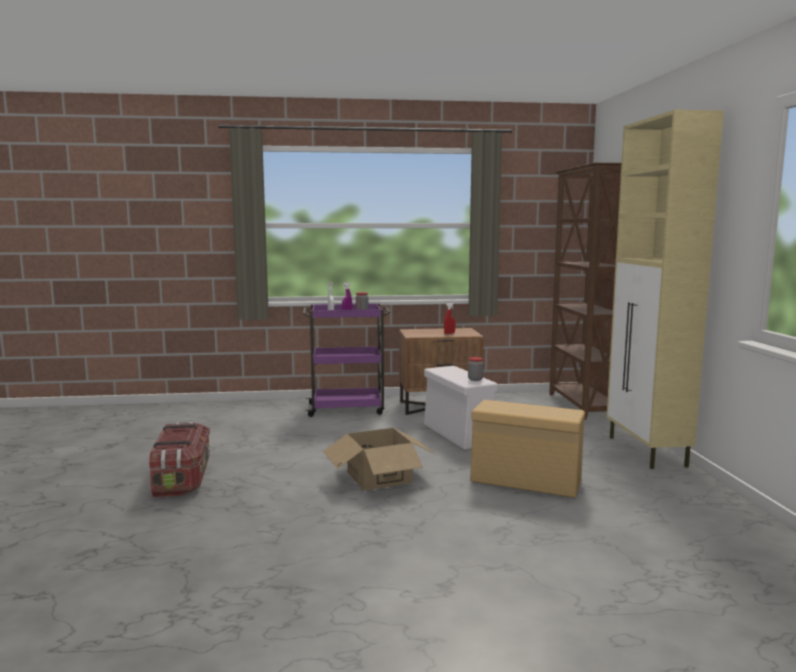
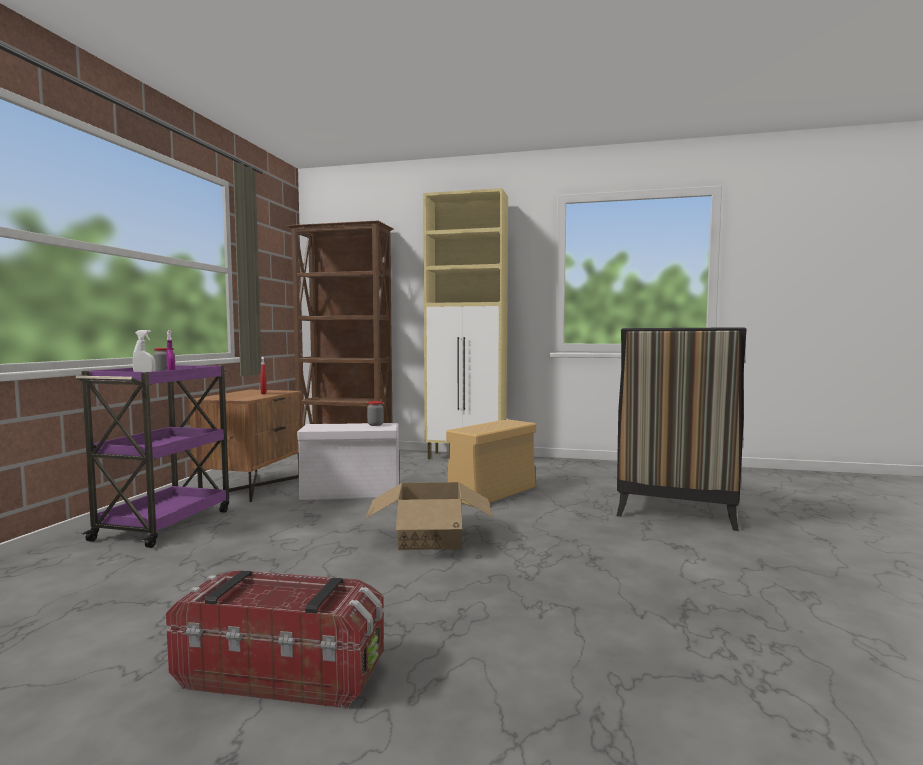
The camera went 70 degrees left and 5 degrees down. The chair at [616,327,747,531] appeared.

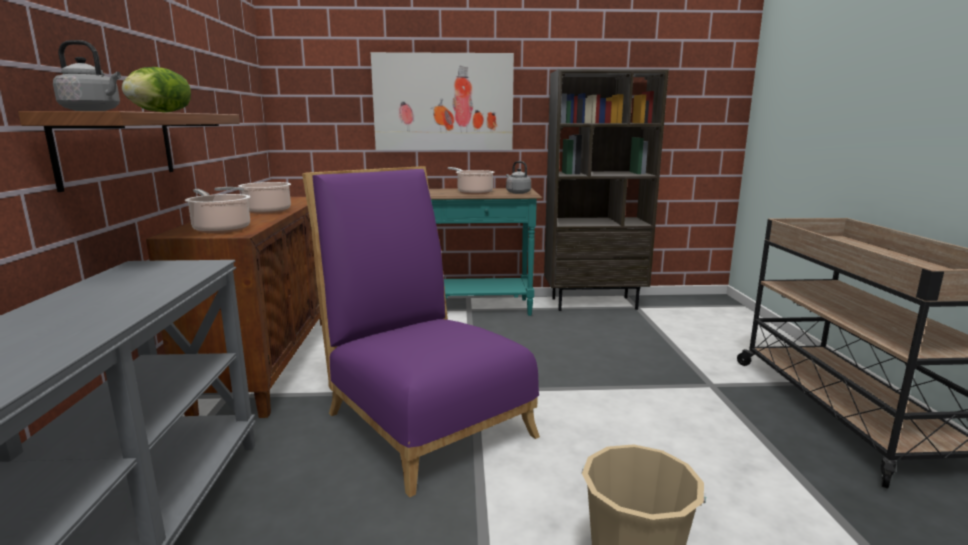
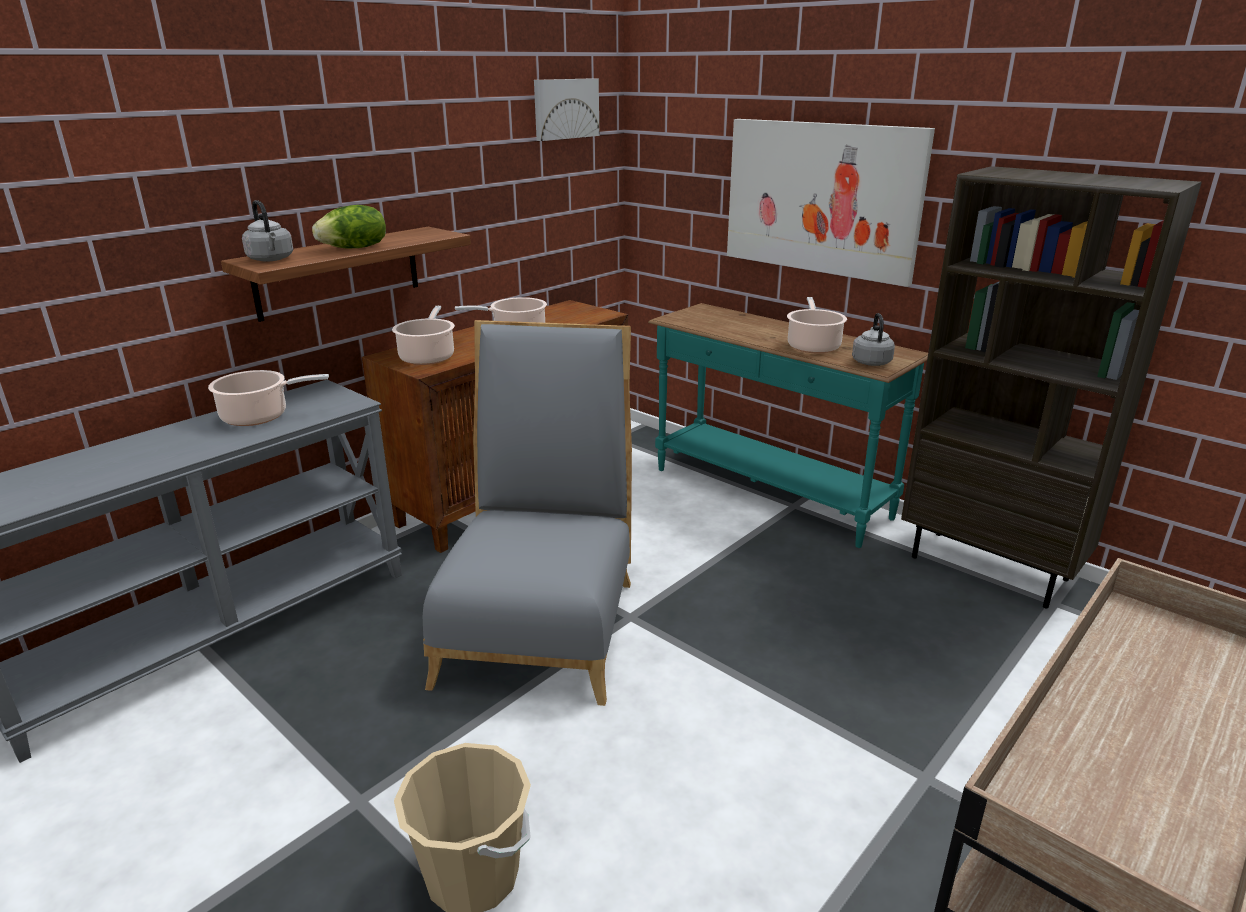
The camera went 45 degrees right and 10 degrees up. The purple chair at [302,166,540,497] became the grey chair at [423,320,632,706]. The picture at [534,78,599,141] appeared. The cooking pot at [208,370,329,426] appeared.

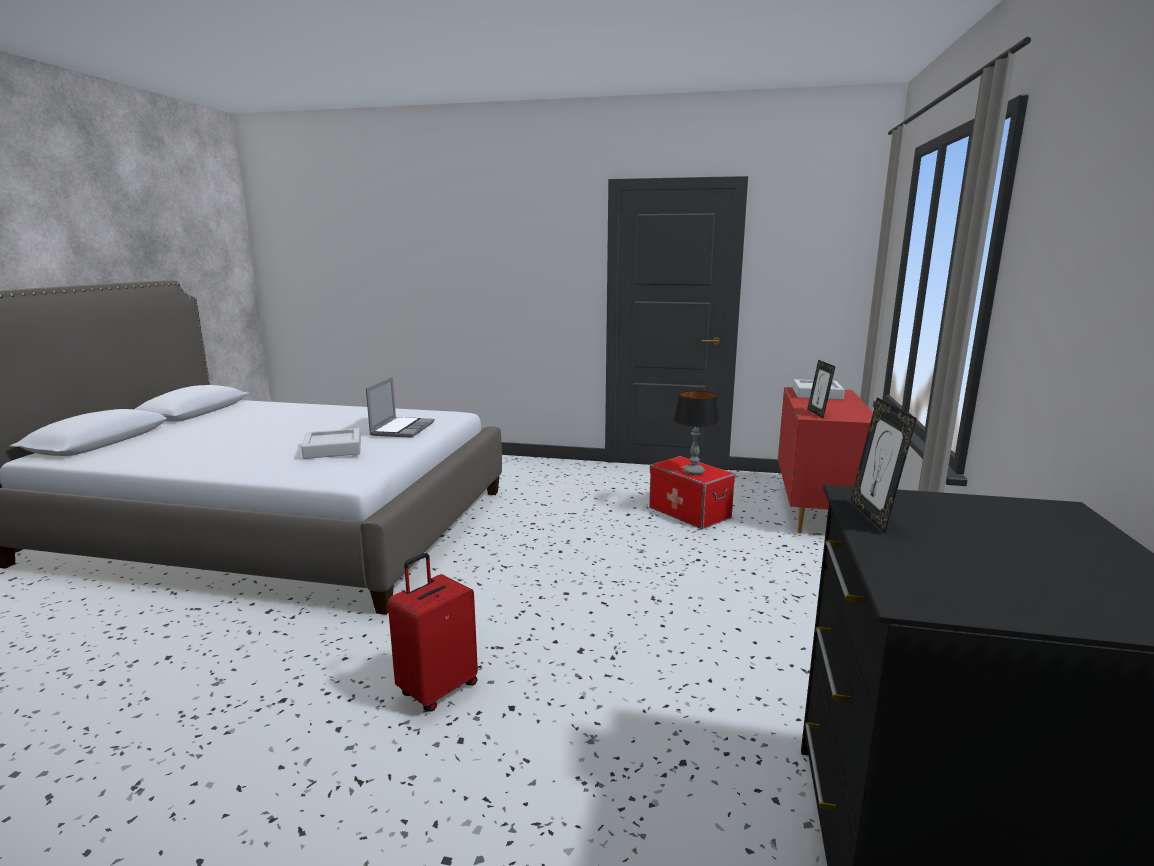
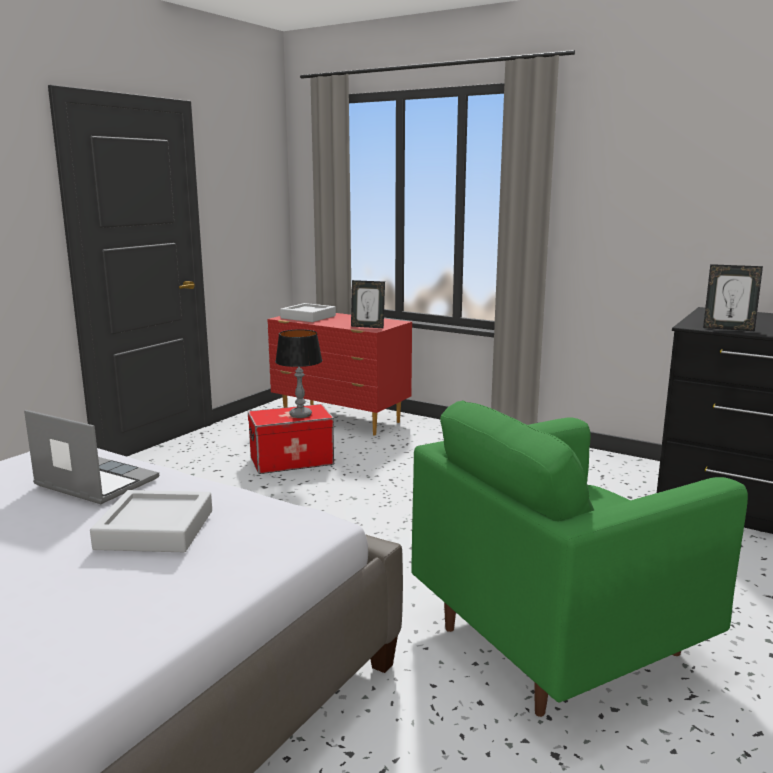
The camera went 70 degrees left and 0 degrees up. The red suitcase at [388,553,478,712] was replaced by the green armchair at [411,401,748,717].

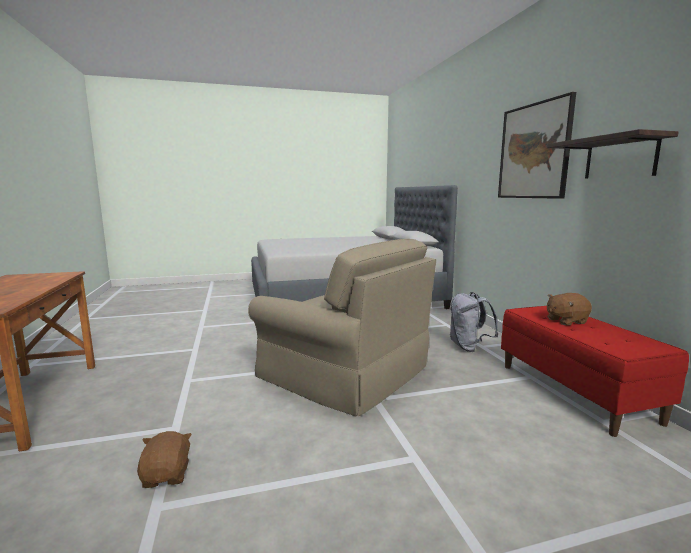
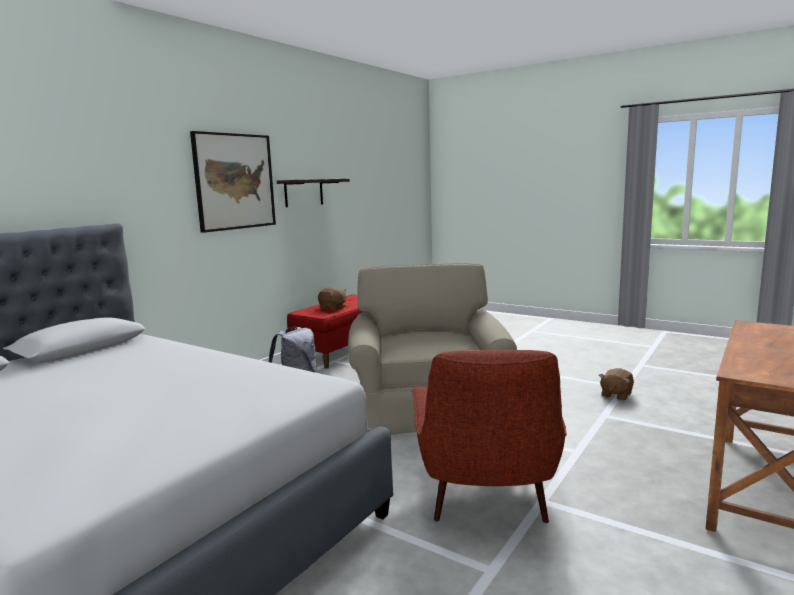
The camera went 130 degrees left and 0 degrees up. The red armchair at [411,350,567,523] appeared.

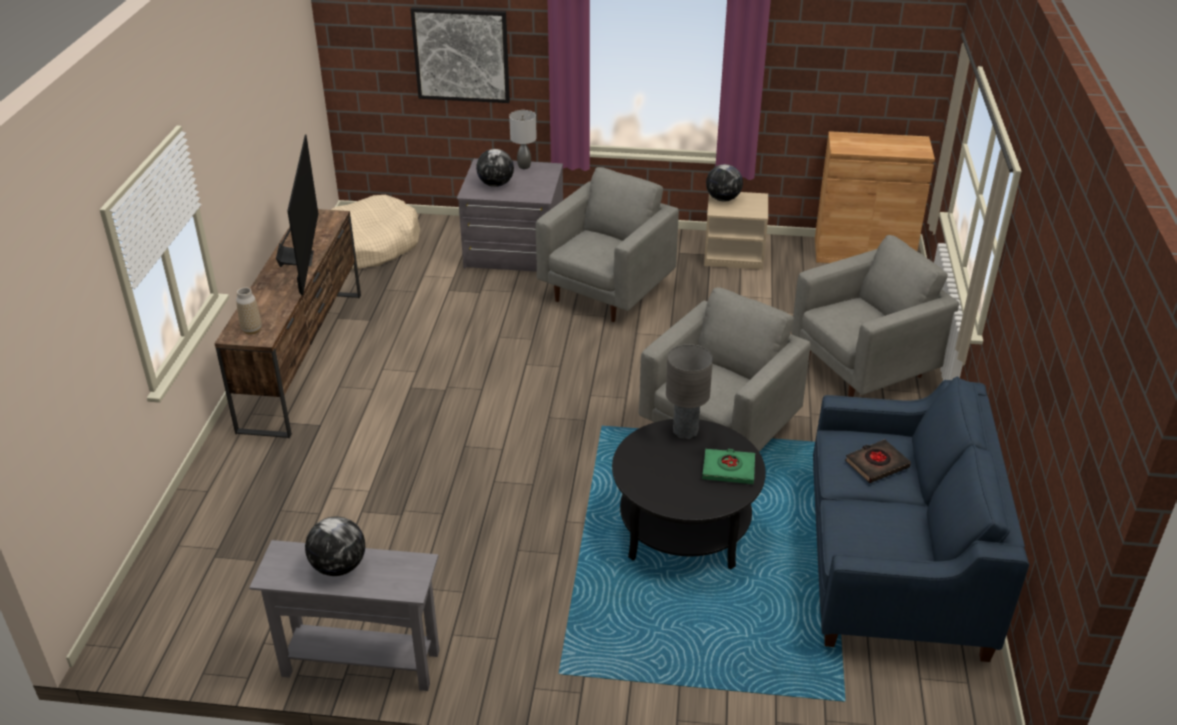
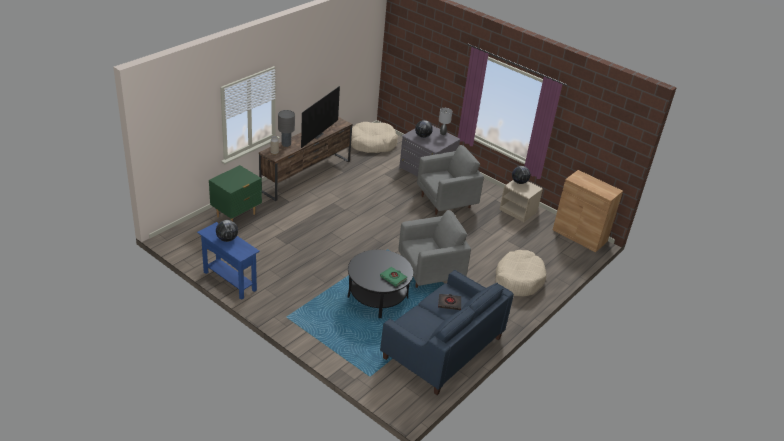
The camera went 30 degrees right and 0 degrees up. The picture at [410,7,510,103] disappeared. The grey armchair at [791,235,959,397] was replaced by the beige dog bed at [495,250,546,296]. The grey table lamp moved from [666,344,713,439] to [278,110,295,147]. The grey console table at [249,540,439,691] became the blue console table at [197,222,260,300]. The green nightstand at [209,165,262,221] appeared.

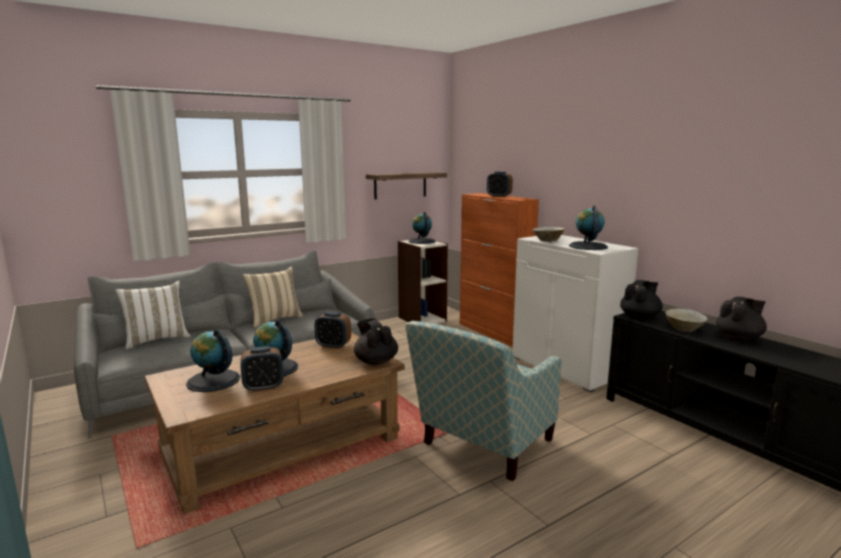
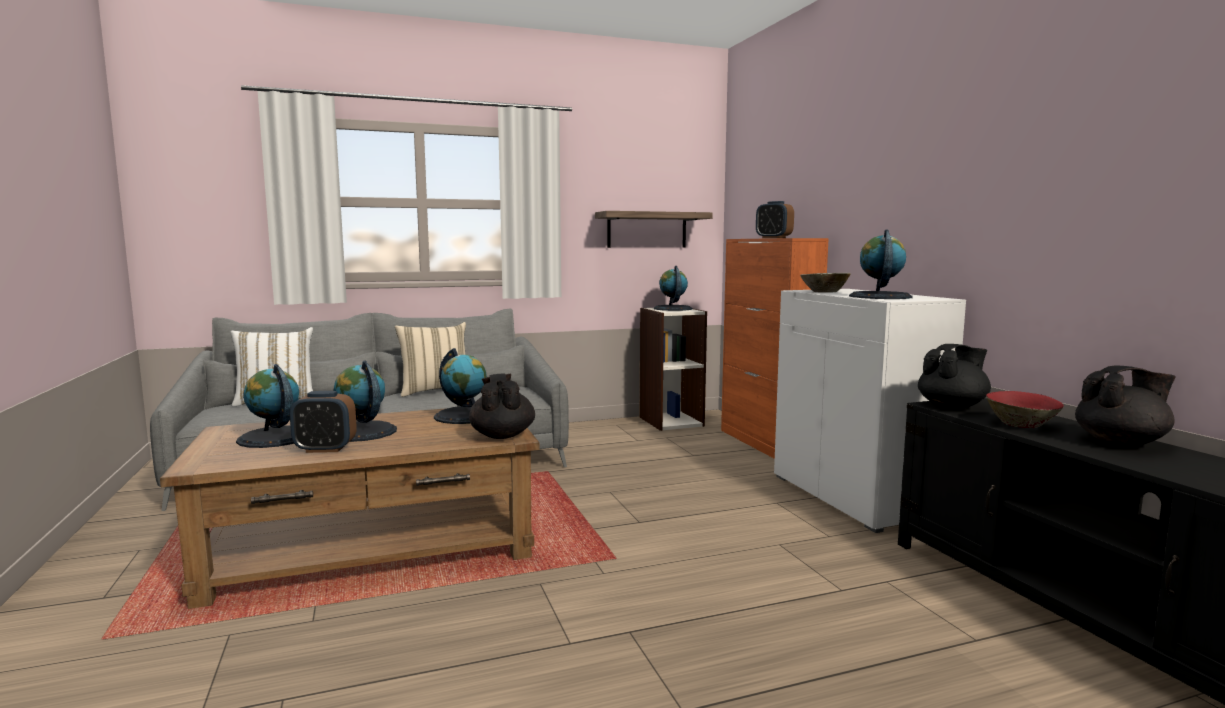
The camera went 15 degrees right and 5 degrees down. The beige bowl at [665,309,708,332] became the red bowl at [986,391,1064,428]. The alarm clock at [314,312,351,349] was replaced by the globe at [434,348,487,424]. The armchair at [406,321,561,481] disappeared.

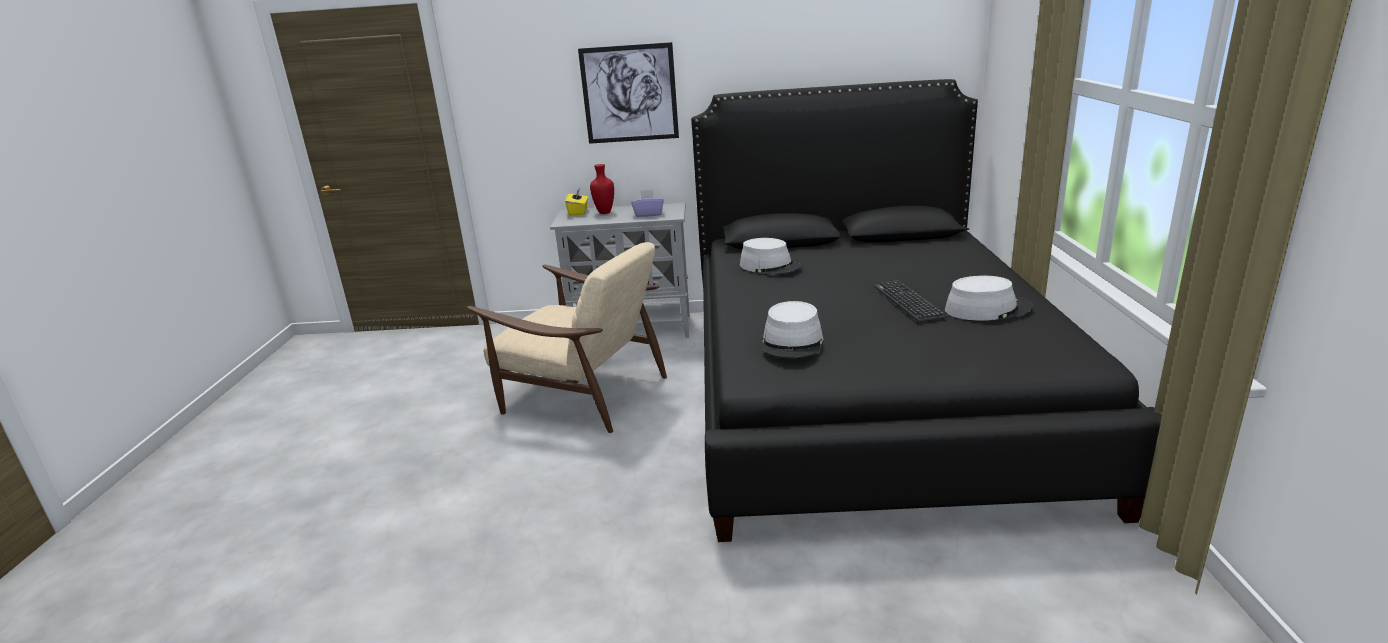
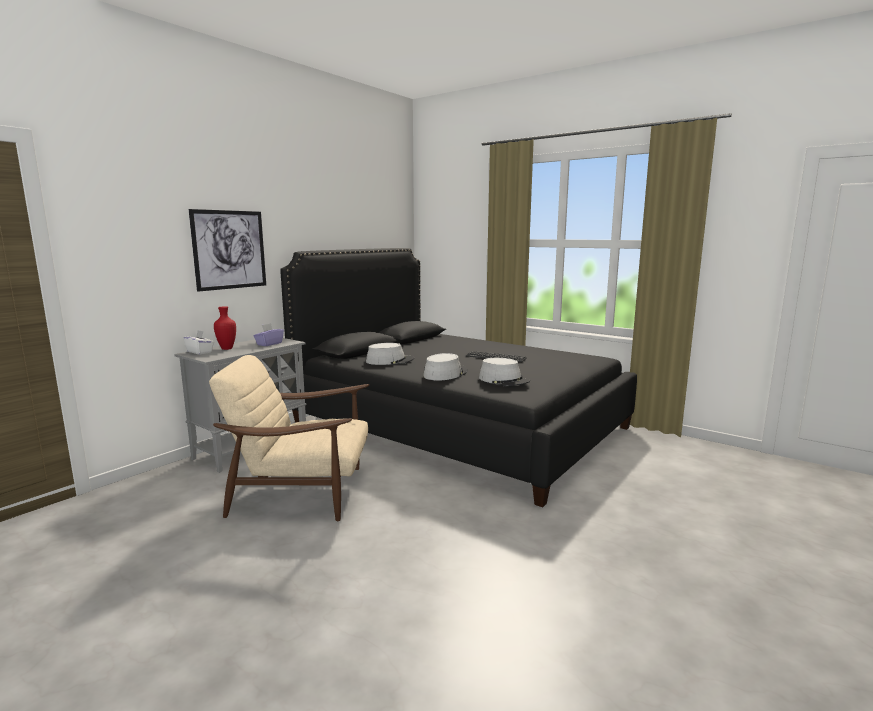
The camera went 55 degrees left and 10 degrees down. The yellow tissue box at [565,188,588,216] became the white tissue box at [183,330,214,355]. The beige armchair at [467,242,667,433] turned 150 degrees counterclockwise. The grey hat moved from [945,276,1033,321] to [424,353,467,381].

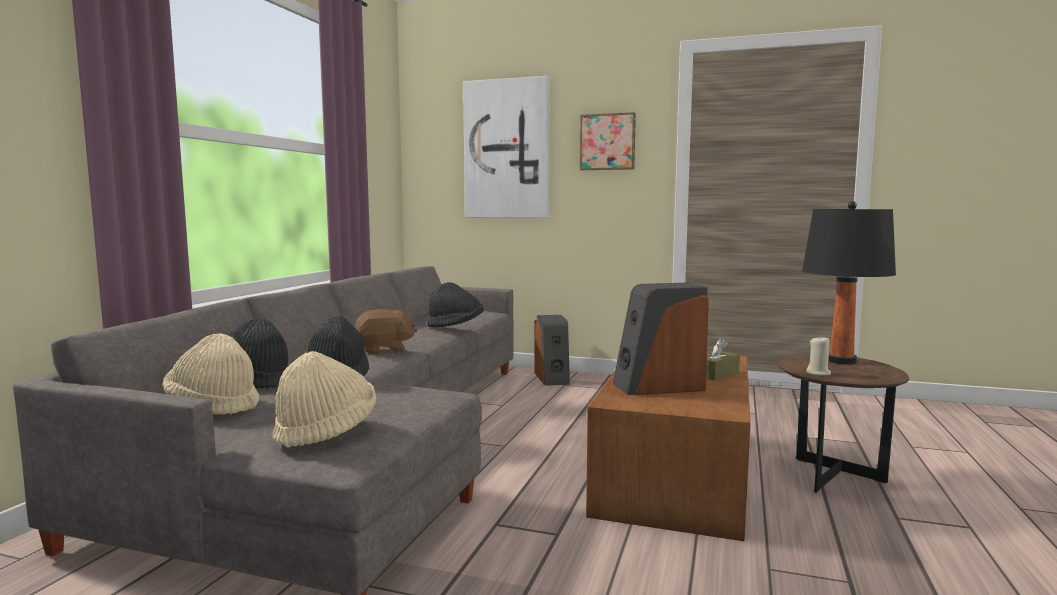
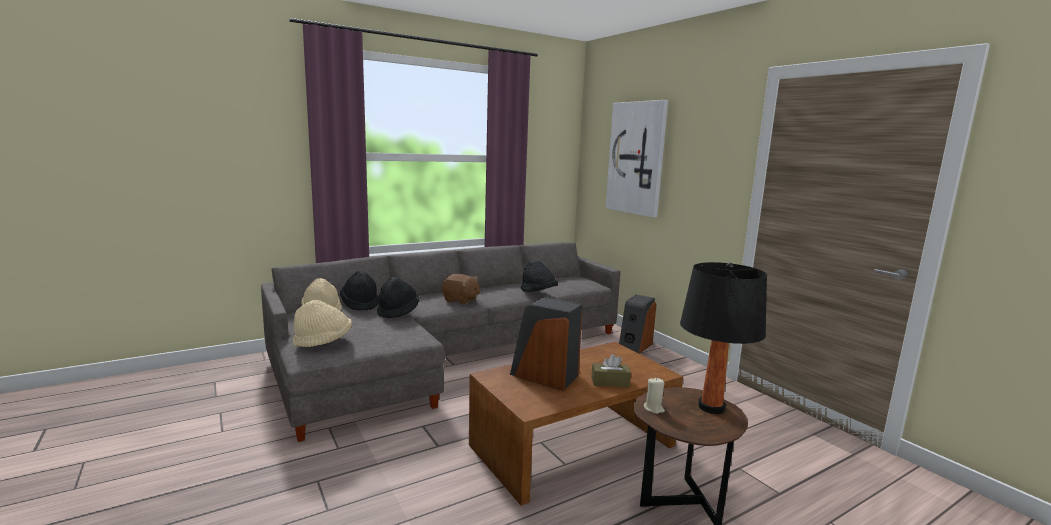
The camera went 40 degrees right and 5 degrees up. The picture at [580,112,636,170] disappeared.

